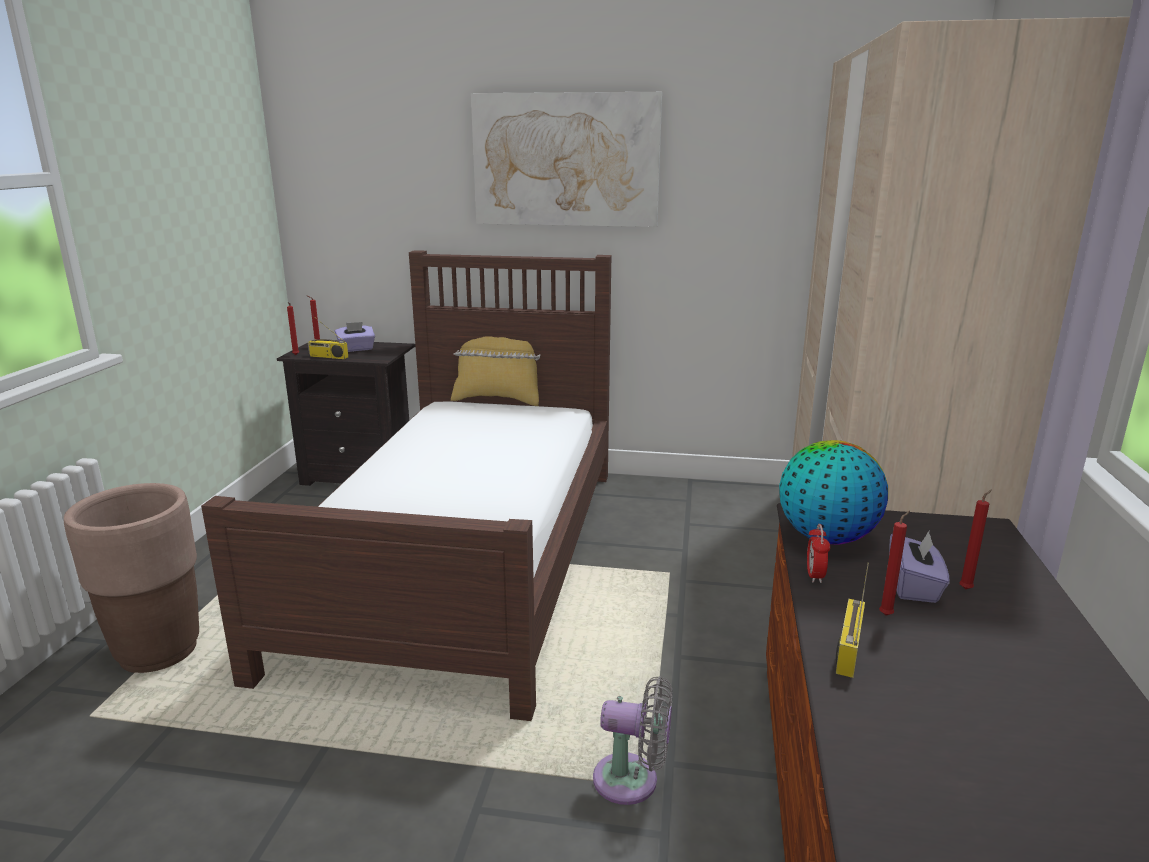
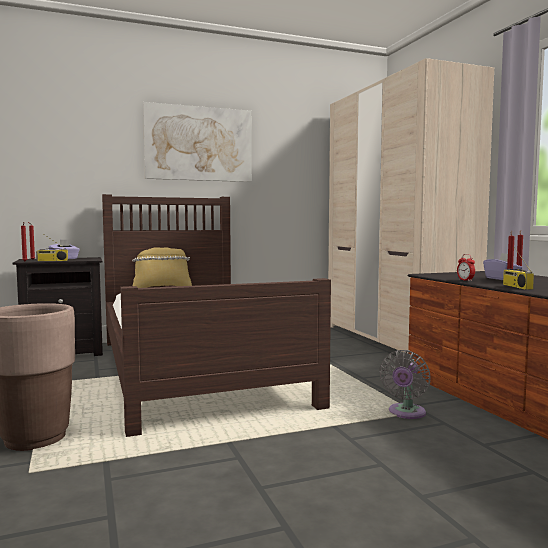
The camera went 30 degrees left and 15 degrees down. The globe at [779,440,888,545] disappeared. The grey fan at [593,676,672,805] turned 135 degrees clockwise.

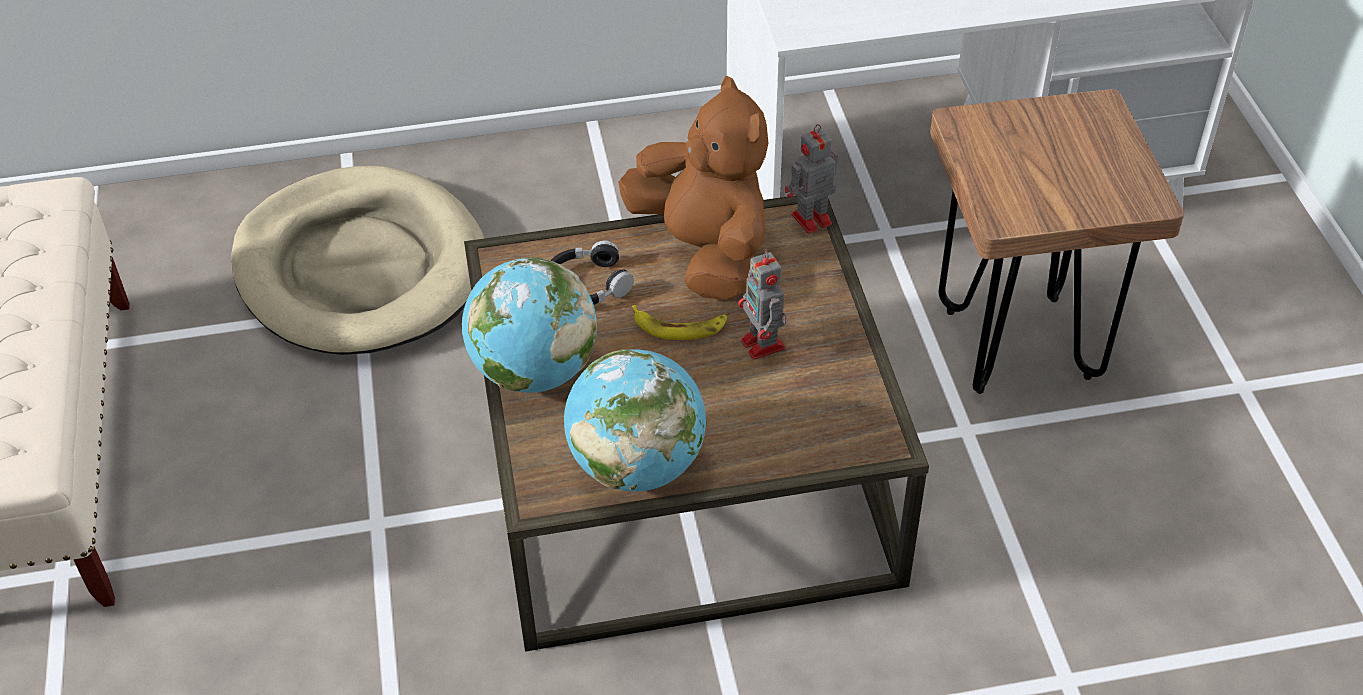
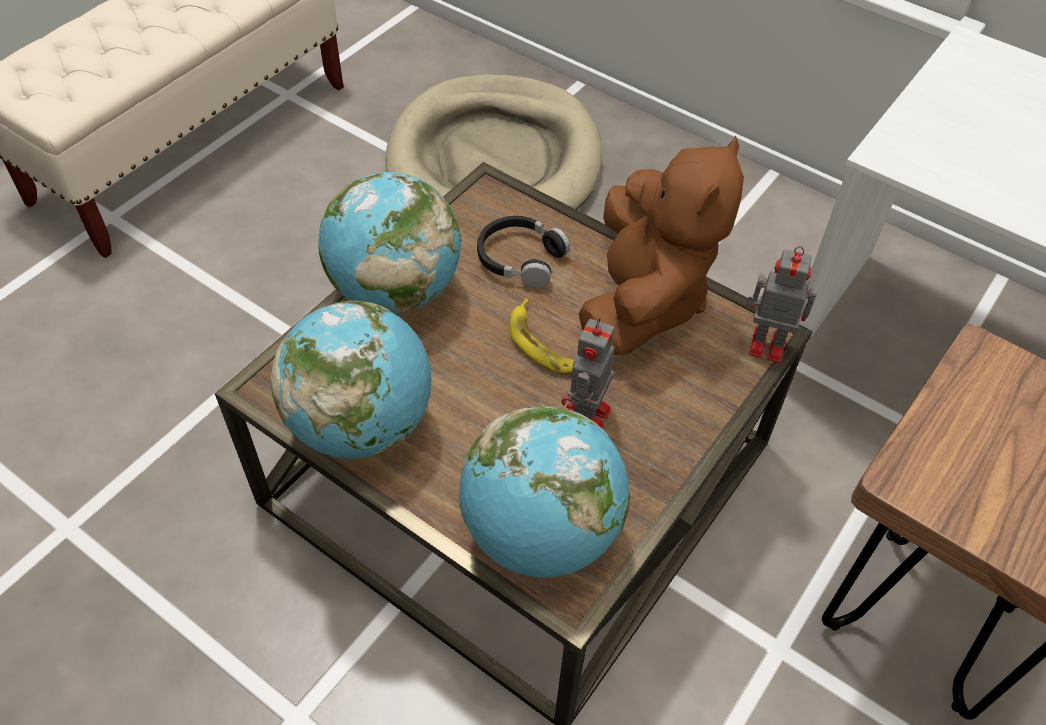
The camera went 45 degrees right and 5 degrees up. The globe at [459,406,630,578] appeared.

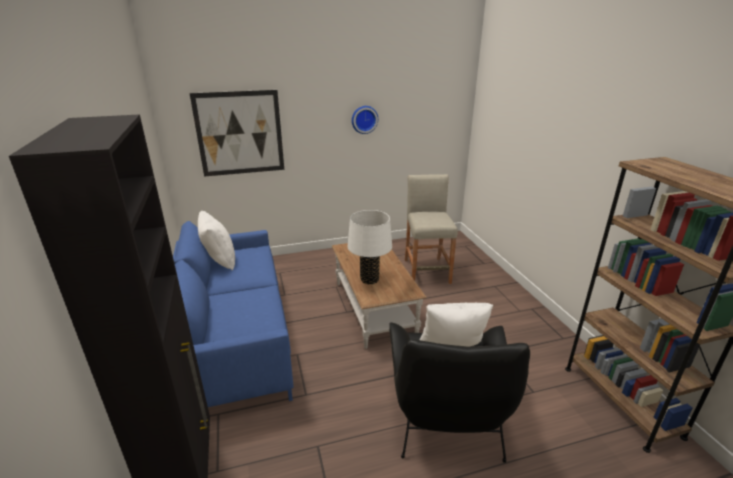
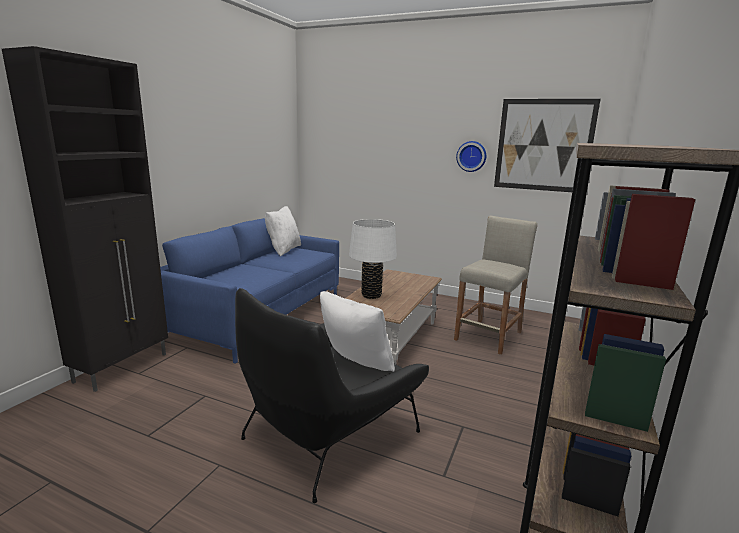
The camera went 40 degrees right and 10 degrees down. The picture moved from [190,90,284,177] to [494,99,601,192].

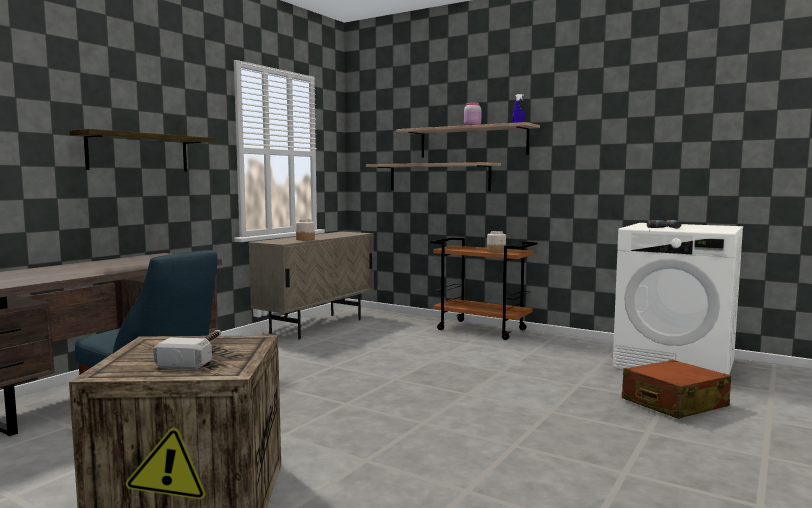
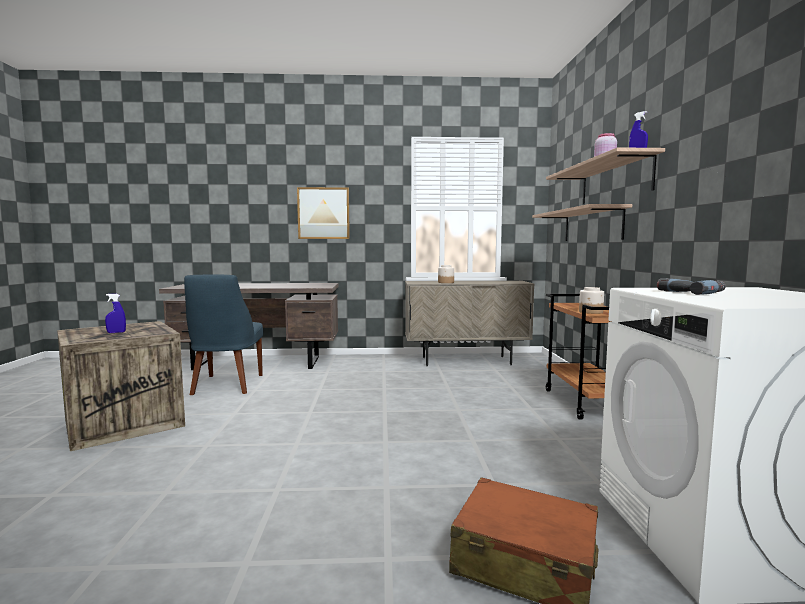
The camera went 55 degrees right and 0 degrees up. The shelf at [69,129,214,171] was replaced by the picture at [297,187,350,239]. The hammer at [153,330,221,369] was replaced by the blue spray bottle at [105,294,126,333].

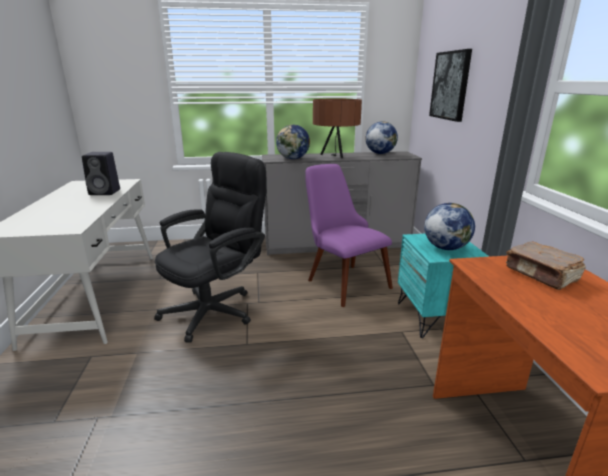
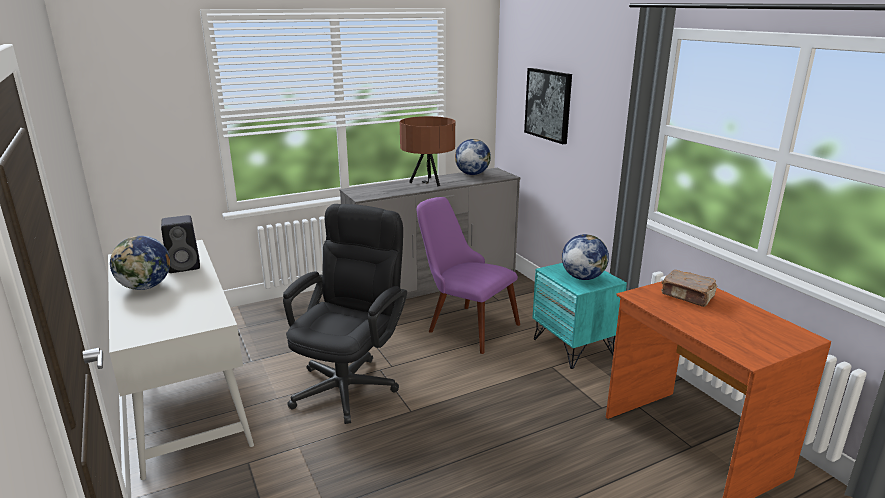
The camera went 20 degrees left and 0 degrees up. The globe moved from [276,124,310,159] to [110,236,170,290].

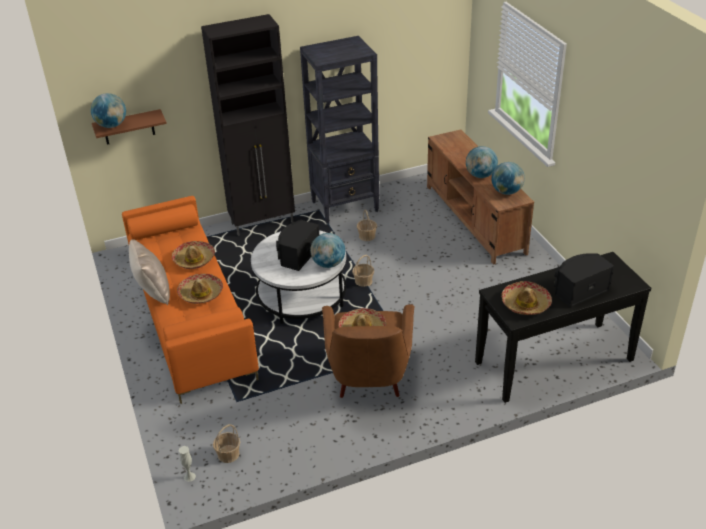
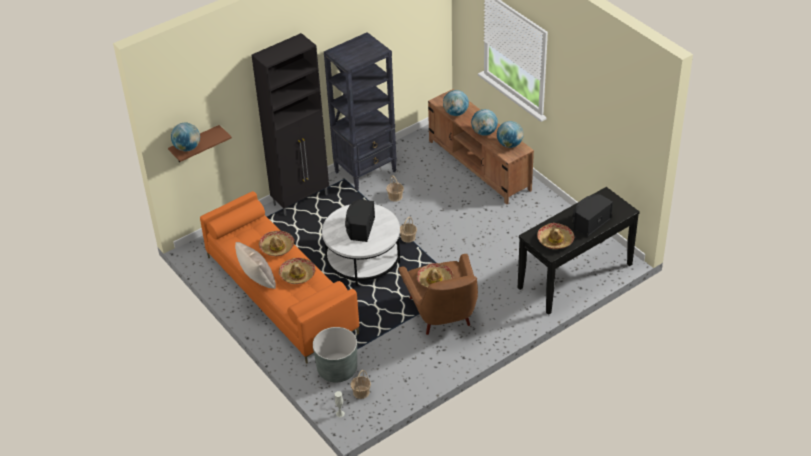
The camera went 15 degrees left and 5 degrees up. The globe moved from [310,233,345,268] to [443,90,469,116]. The grey planter at [313,327,357,383] appeared.

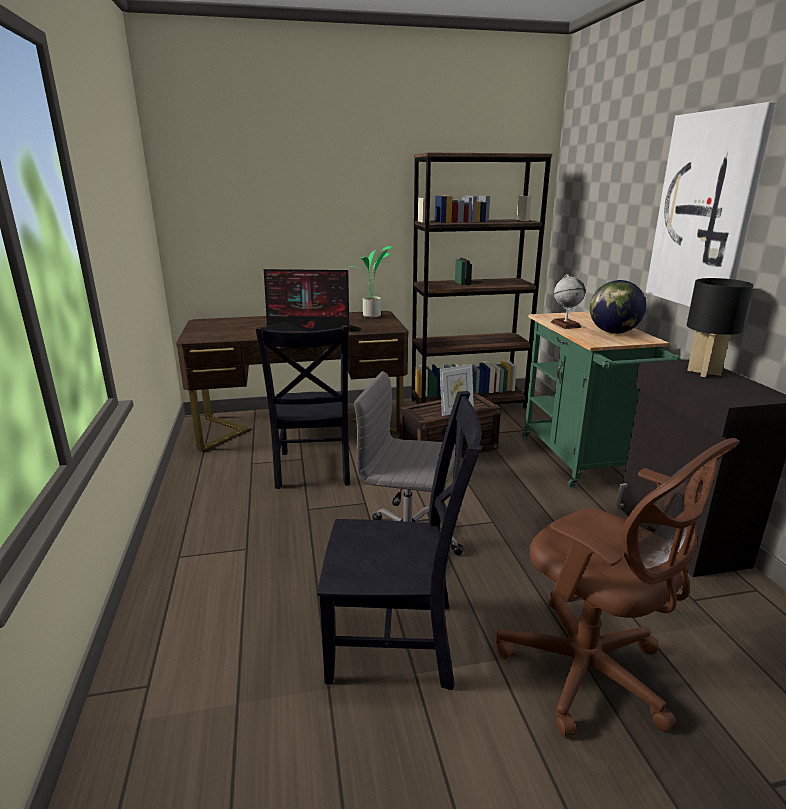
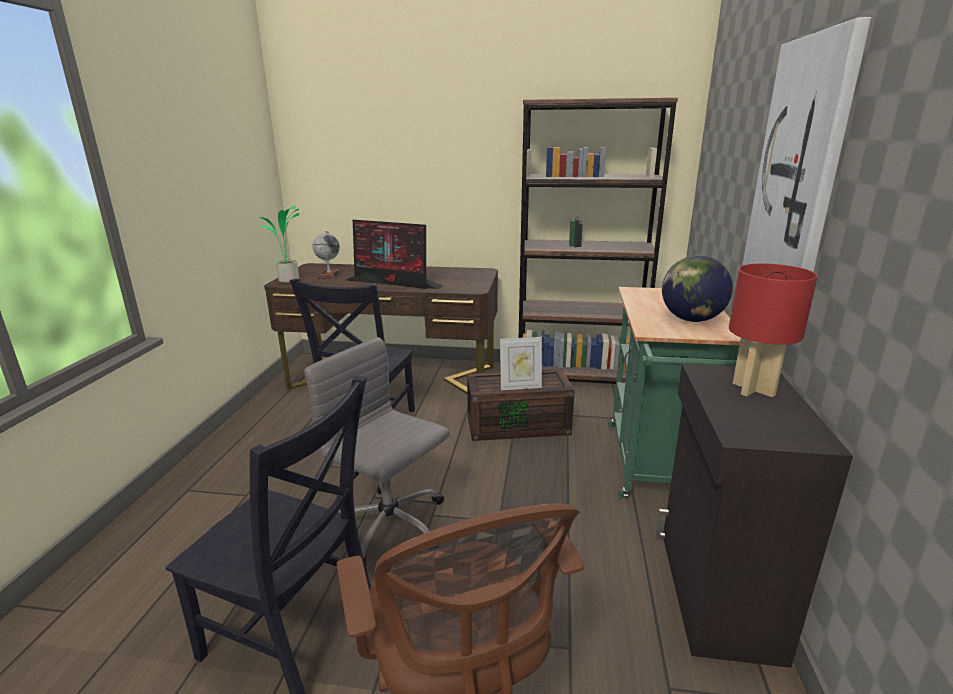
The camera went 20 degrees right and 0 degrees up. The potted plant moved from [348,246,392,317] to [254,206,299,283]. The globe moved from [551,274,585,329] to [312,231,341,279]. The black table lamp at [687,278,753,377] became the red table lamp at [729,263,818,397].

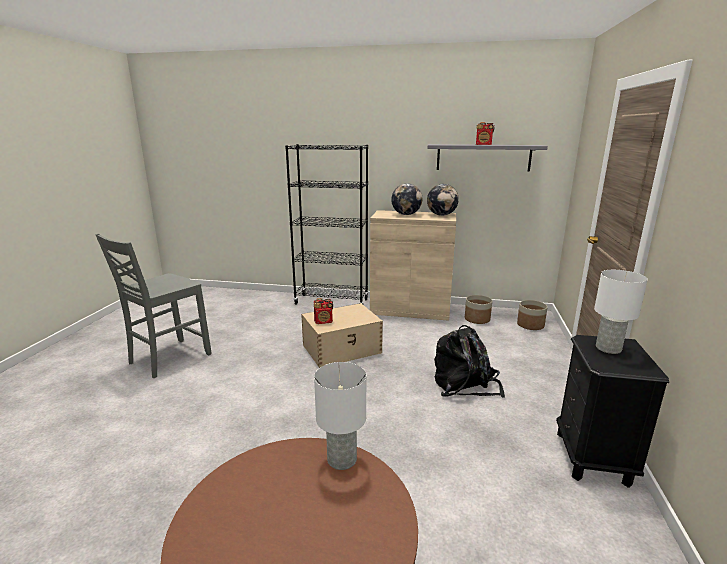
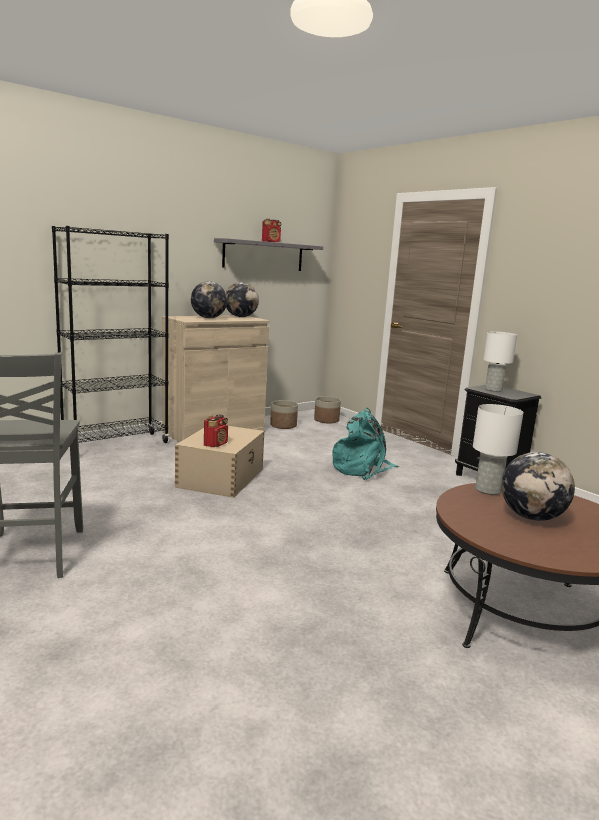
The camera went 50 degrees left and 5 degrees down. The black backpack at [434,325,505,398] became the turquoise backpack at [332,408,399,480]. The globe at [501,452,575,521] appeared.

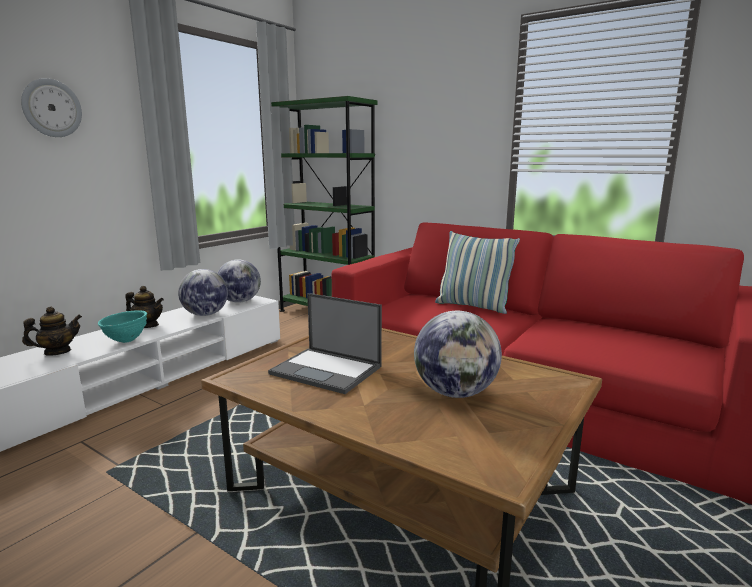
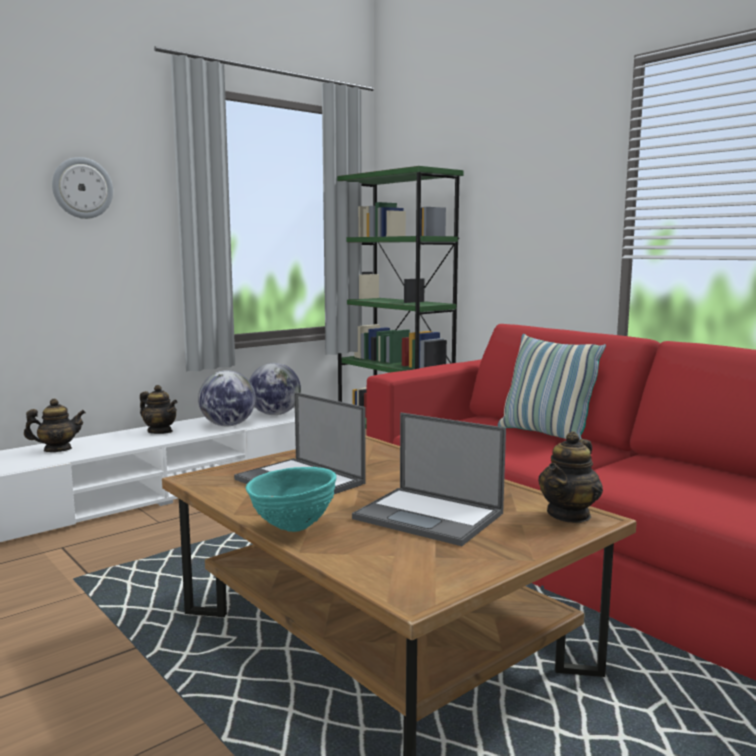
The camera went 15 degrees right and 5 degrees down. The turquoise bowl moved from [98,310,147,343] to [246,467,336,532]. The globe at [414,311,502,398] was replaced by the laptop at [352,413,506,546]. The teapot at [538,431,603,523] appeared.

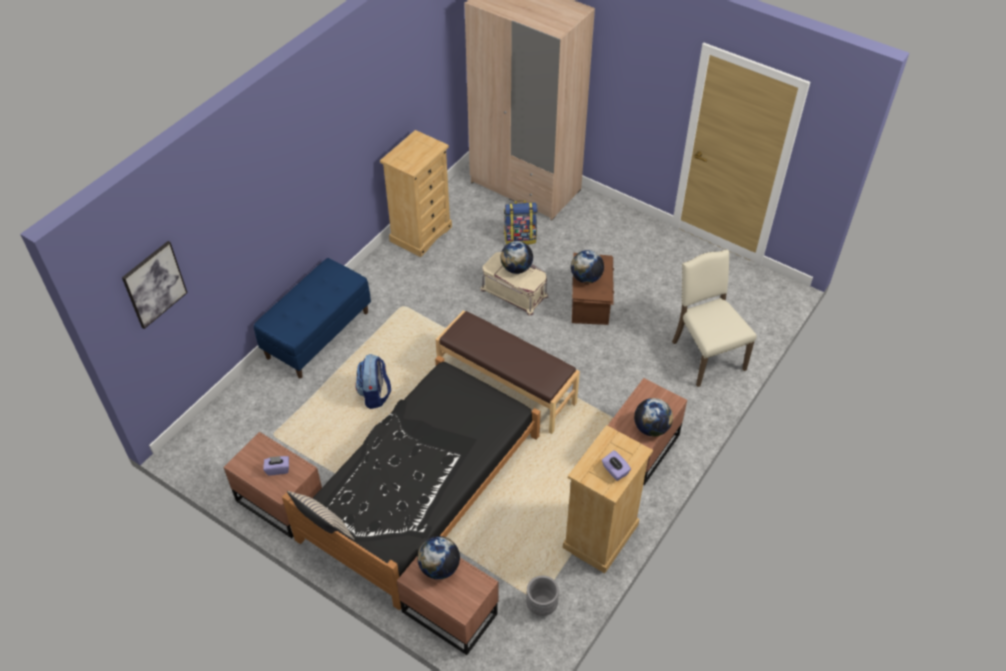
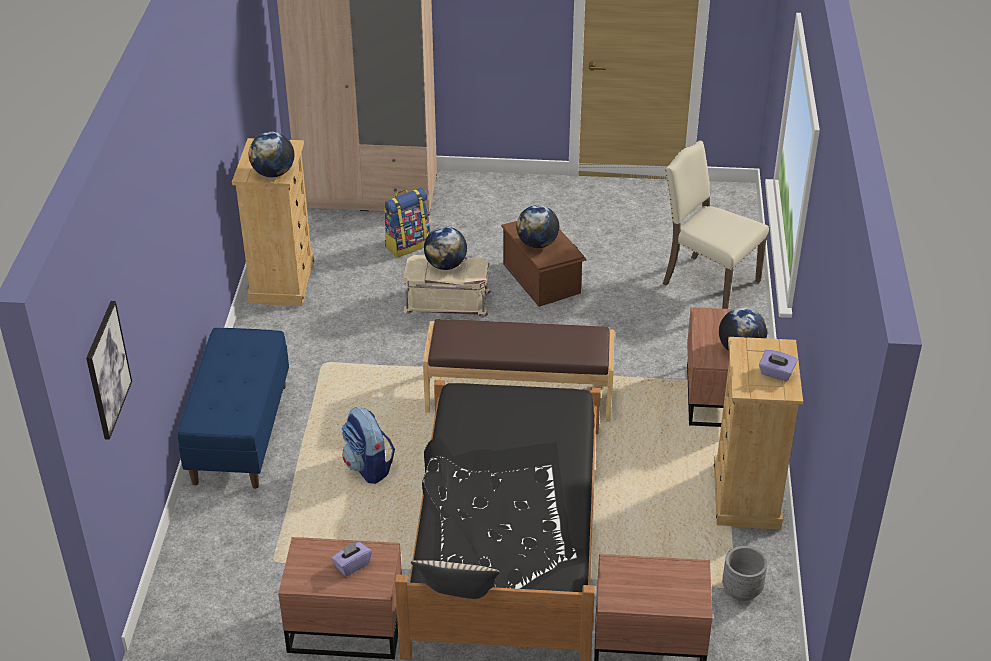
The camera went 30 degrees left and 10 degrees down. The globe moved from [417,536,460,580] to [249,132,294,177].

